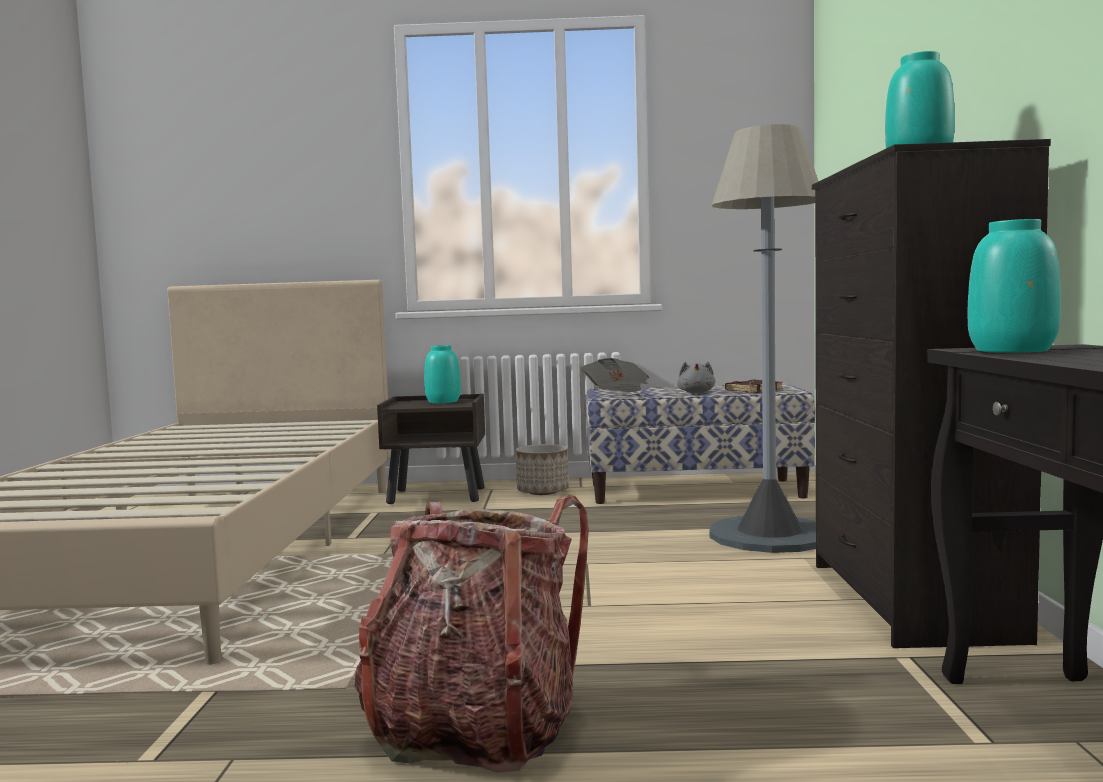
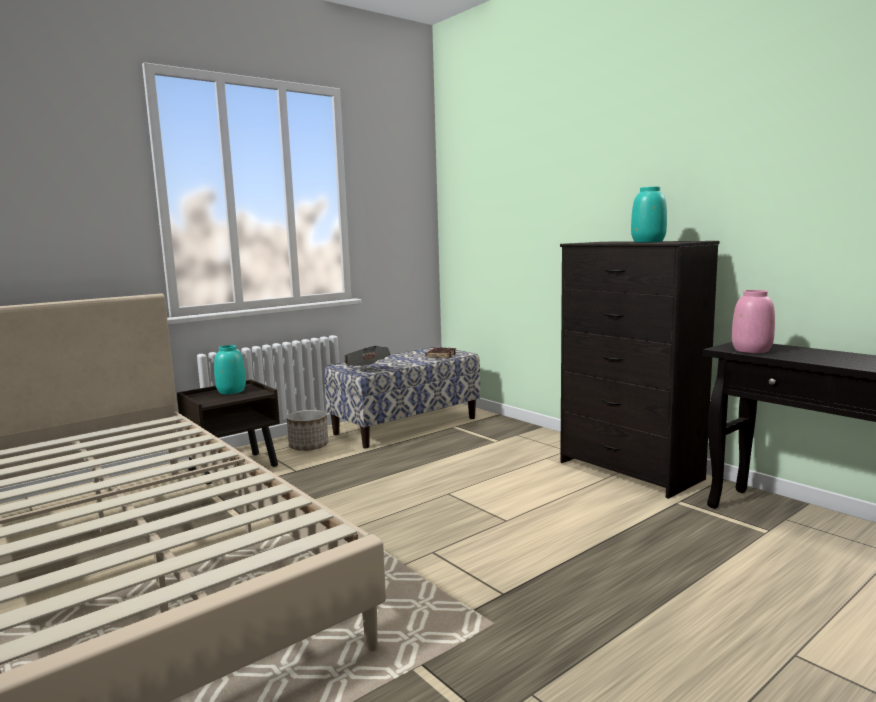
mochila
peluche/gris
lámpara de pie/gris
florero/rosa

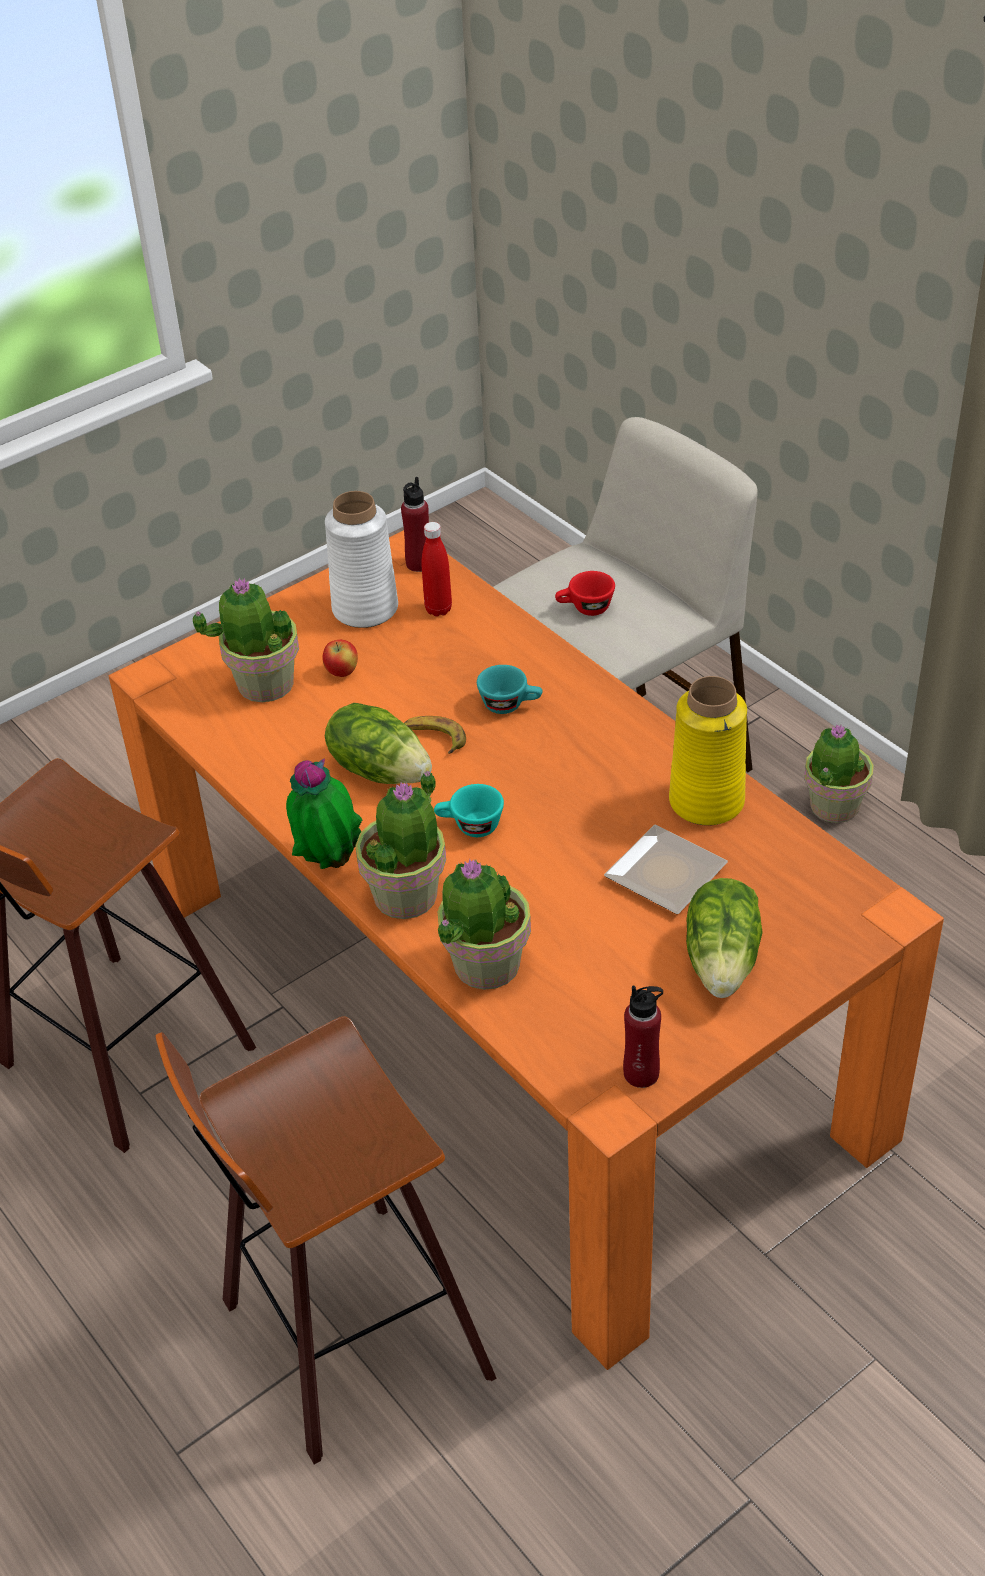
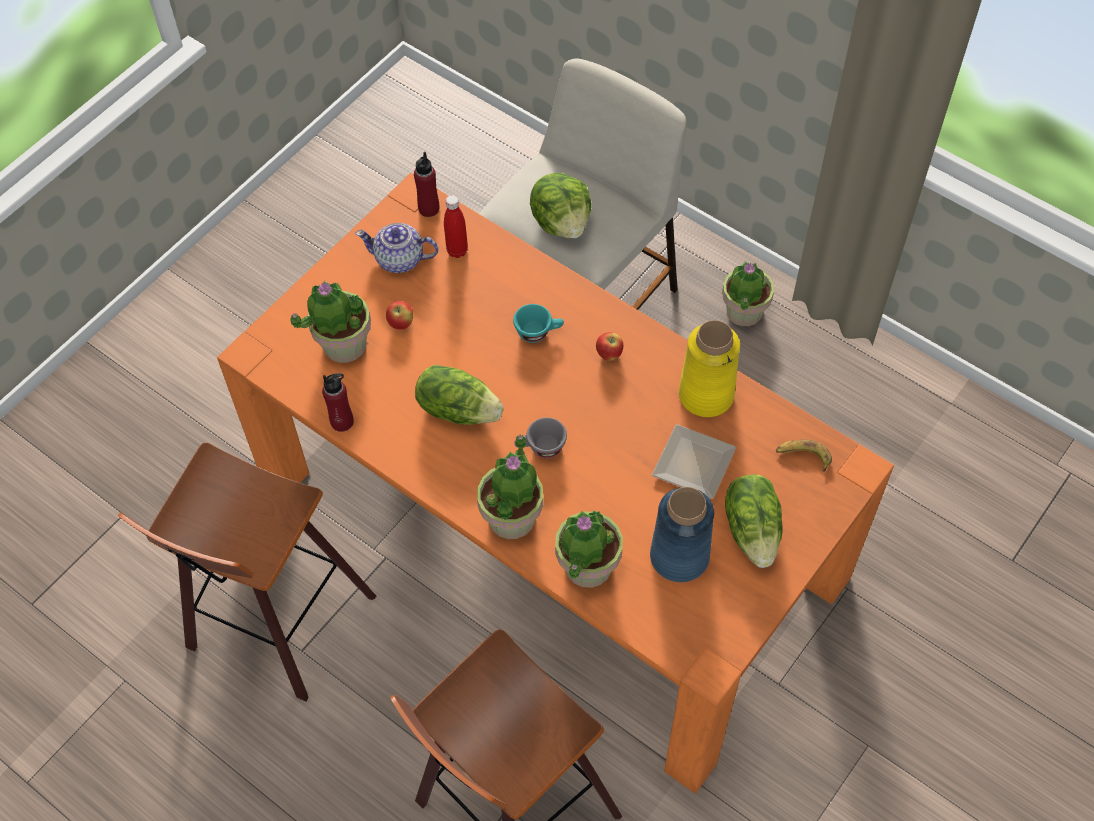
planta en maceta (no. 2 from left in the first image)
manzana (no. 2 from left)
florero/azul
plátano
botella/rojo (no. 1 from left)
tetera
lechuga (no. 2 from left)
taza/gris

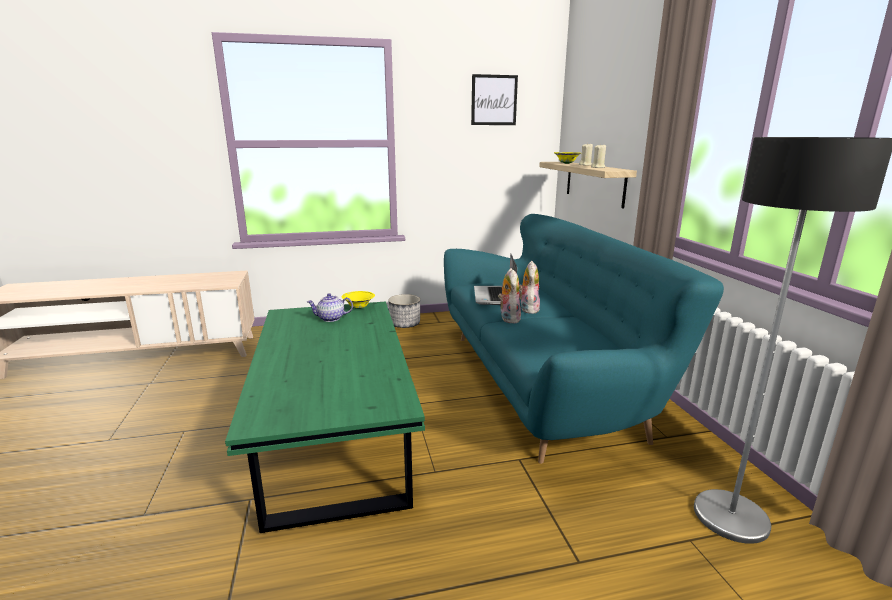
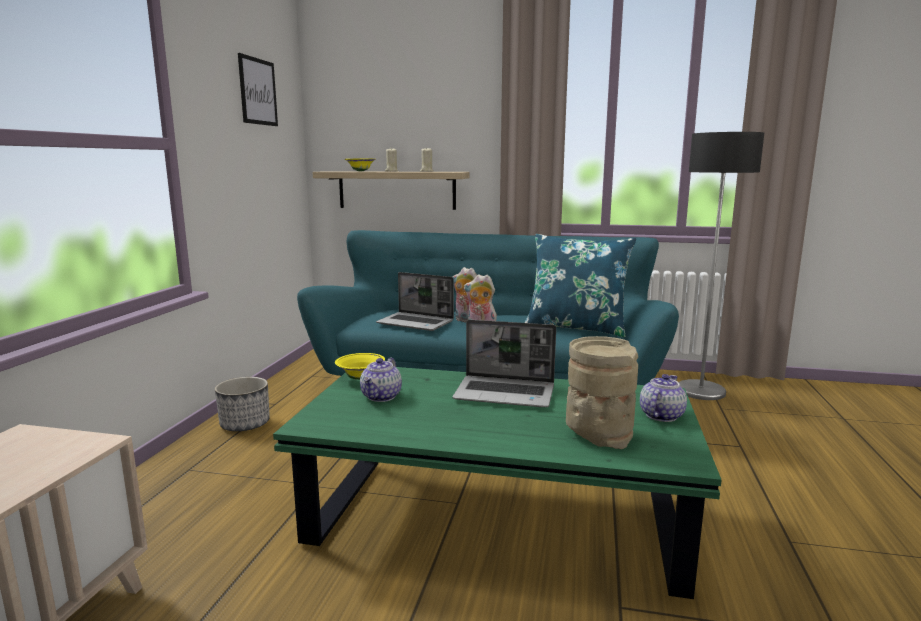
portátil (no. 2 from left)
cojín/azul
florero/beis
tetera (no. 2 from left)

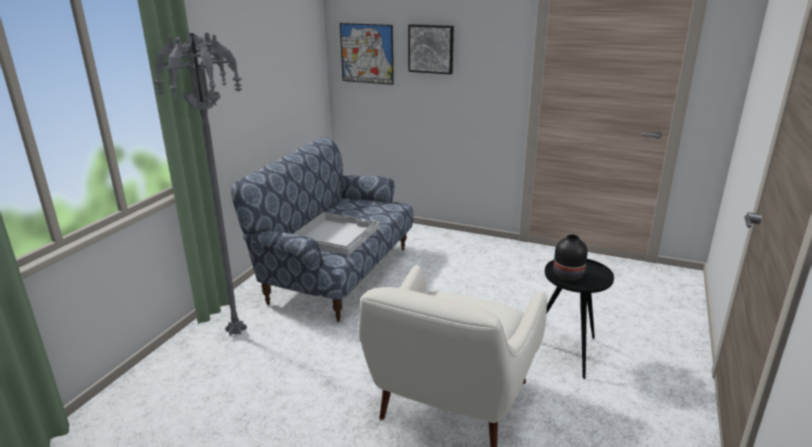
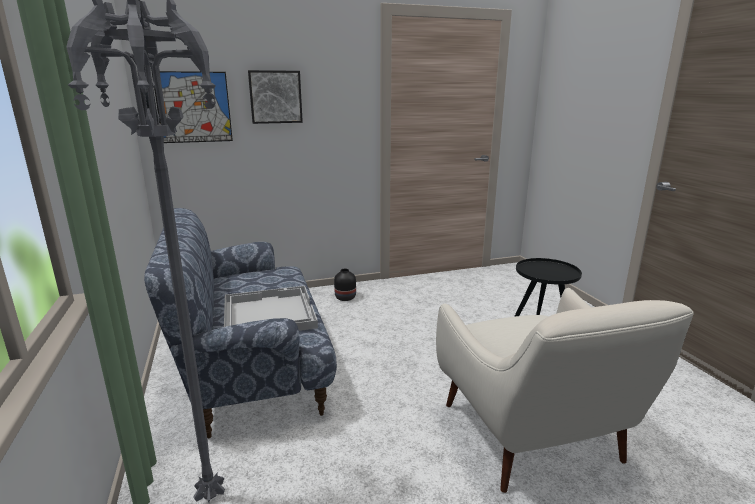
florero/negro

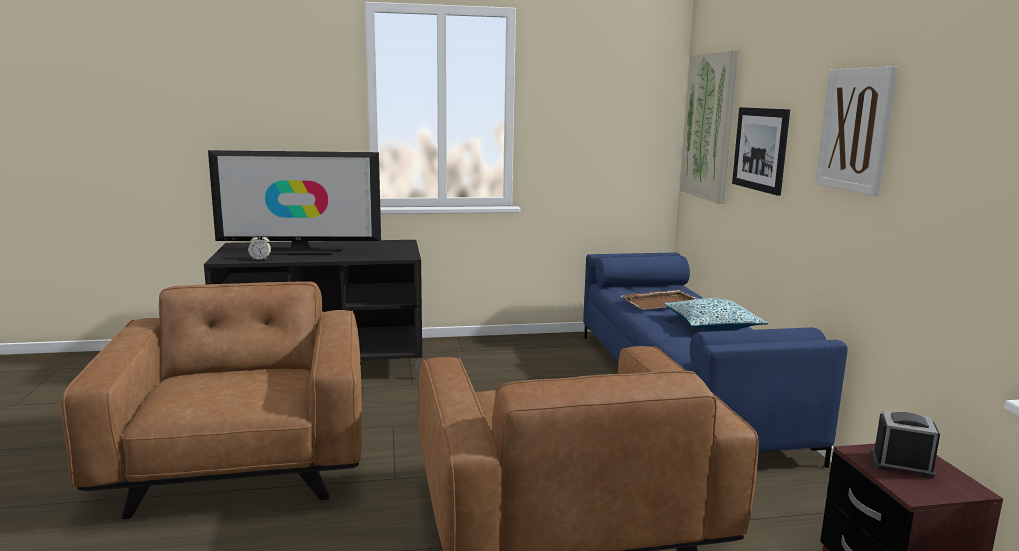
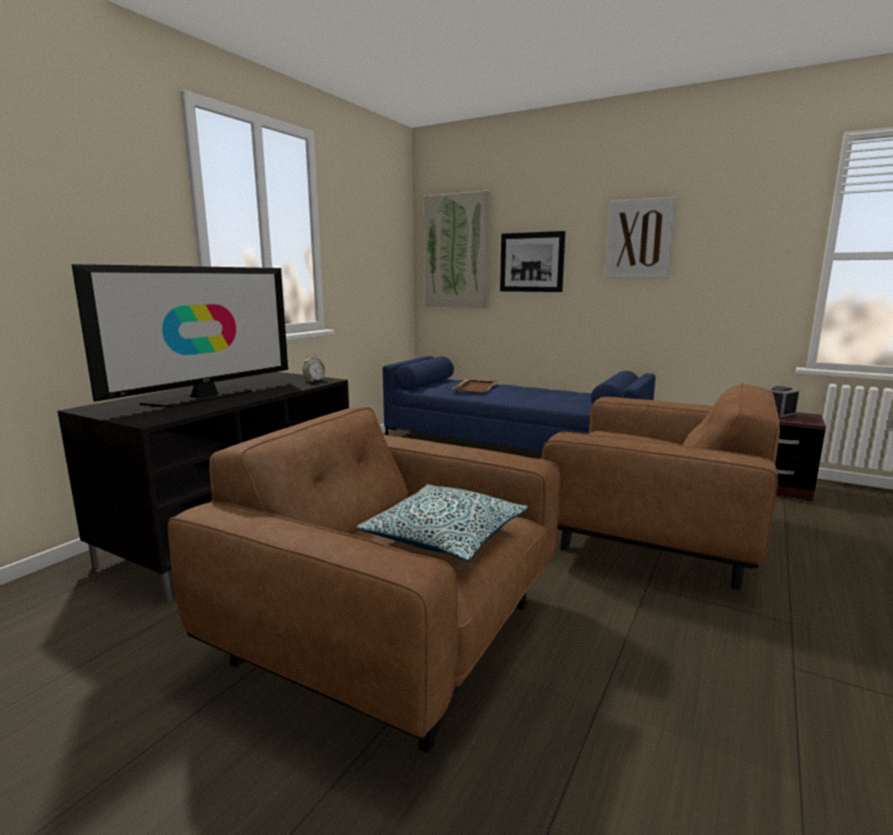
despertador (no. 1 from left)
cojín

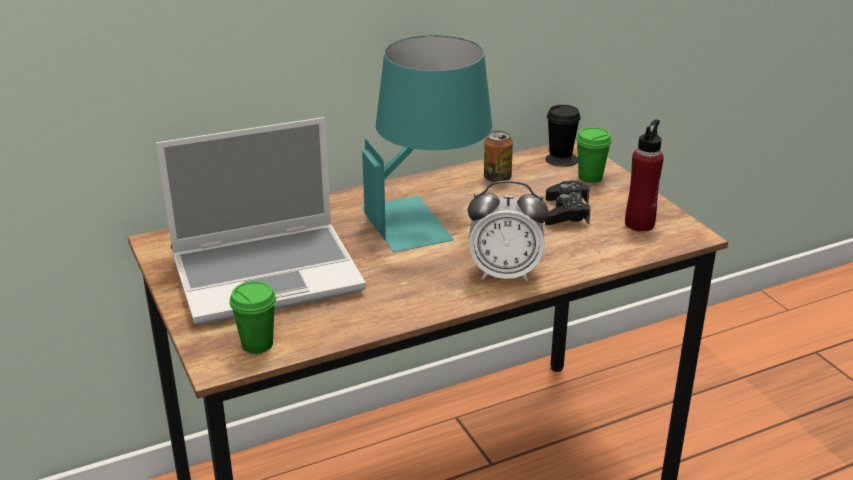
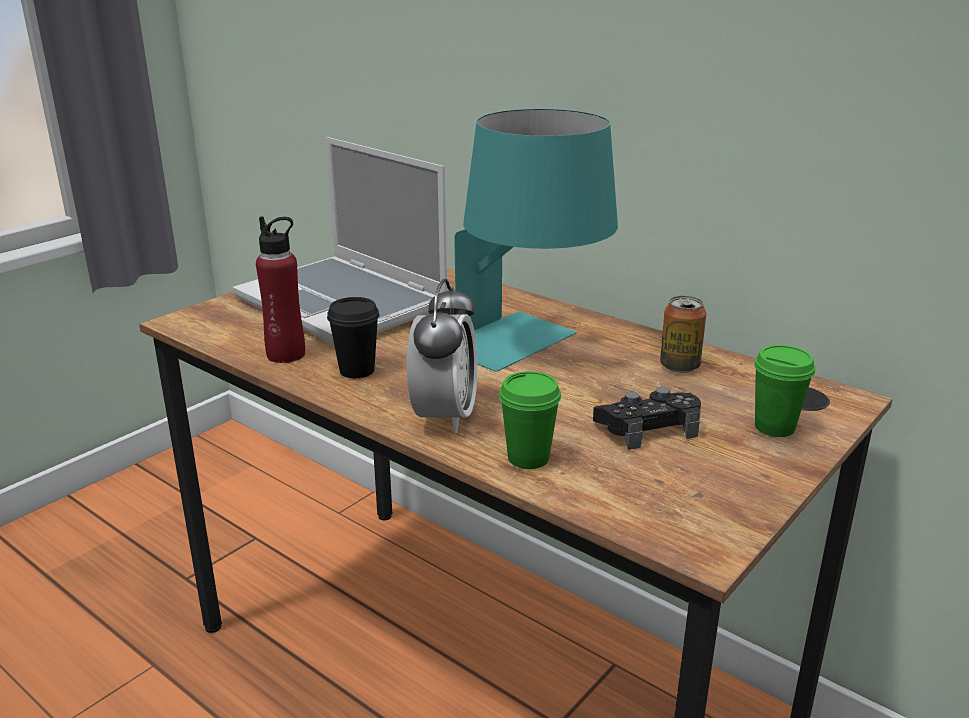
taza/verde (no. 1 from left)
taza/negro
botella/rojo
despertador

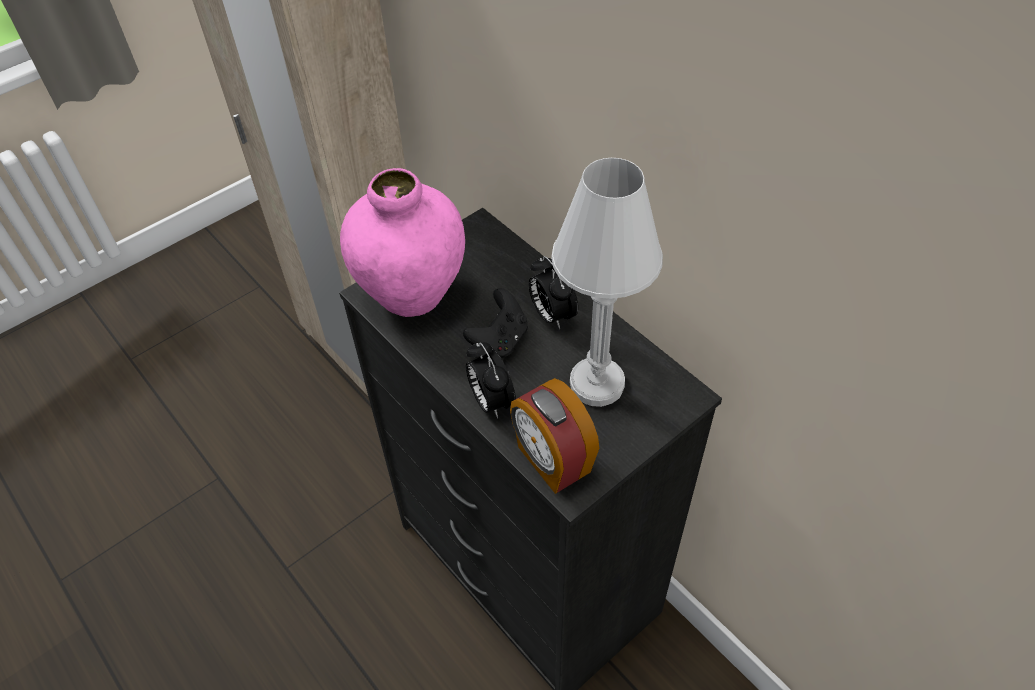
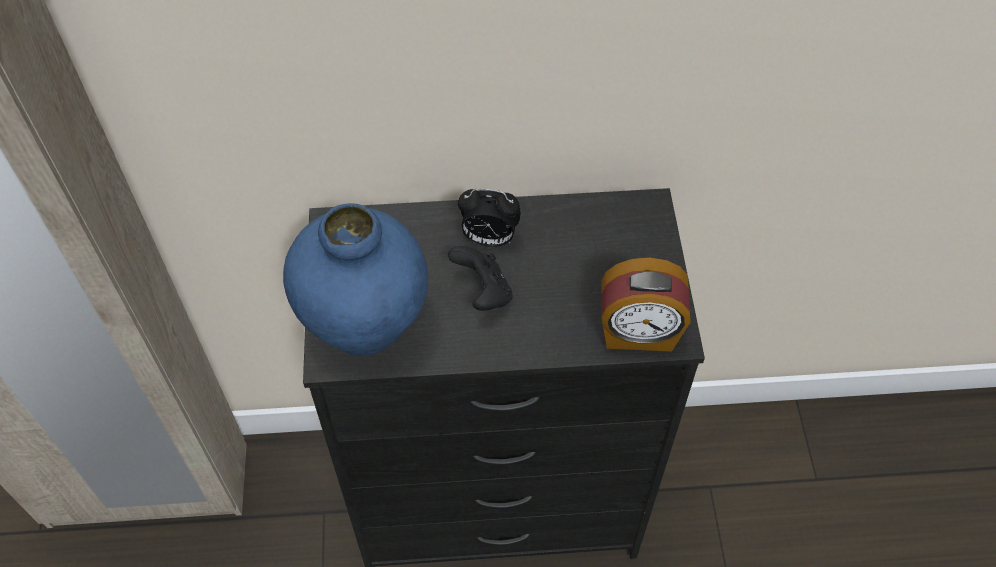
despertador (no. 1 from left in the first image)
lámpara de mesa/blanco
florero/azul

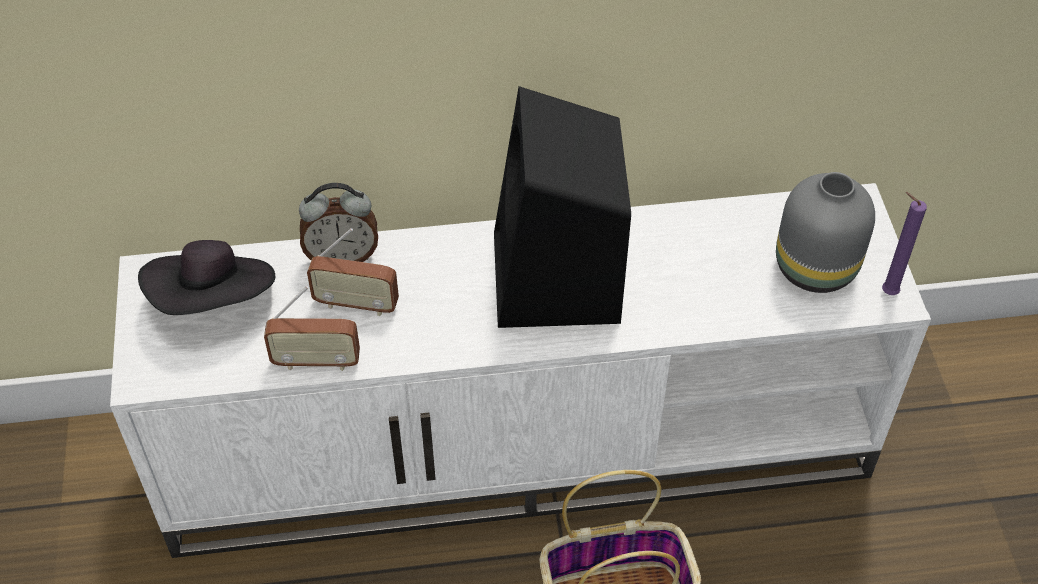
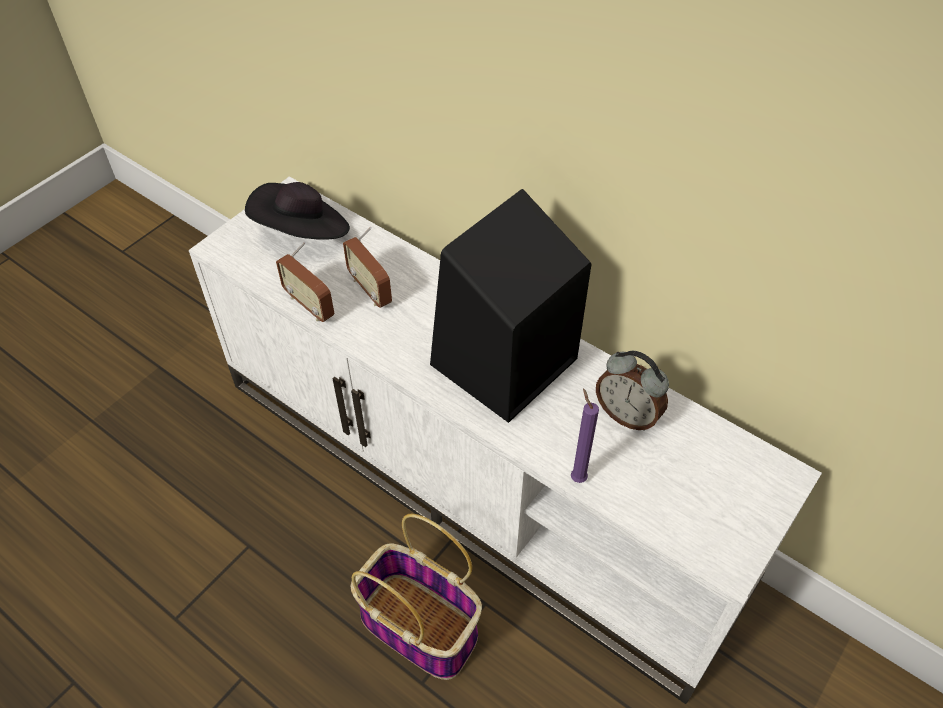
florero/gris
despertador
vela/morado

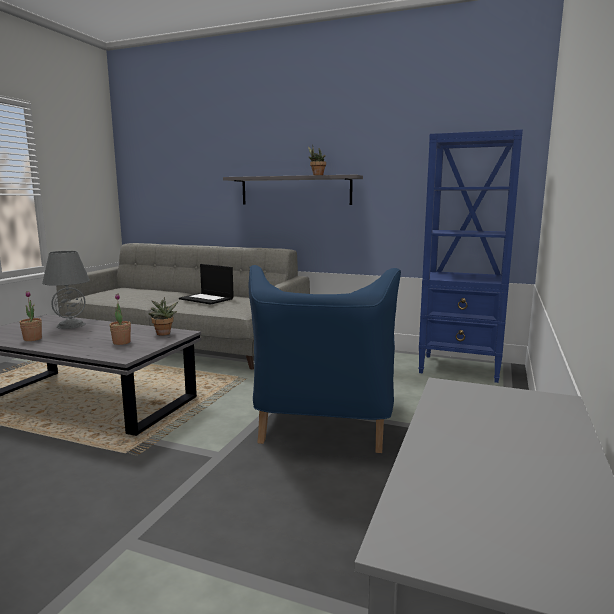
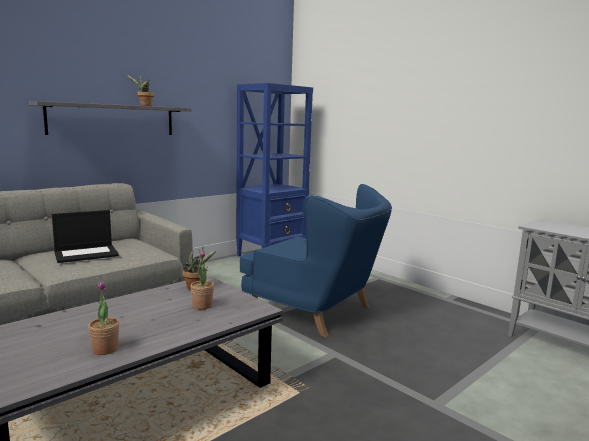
lámpara de mesa/gris

